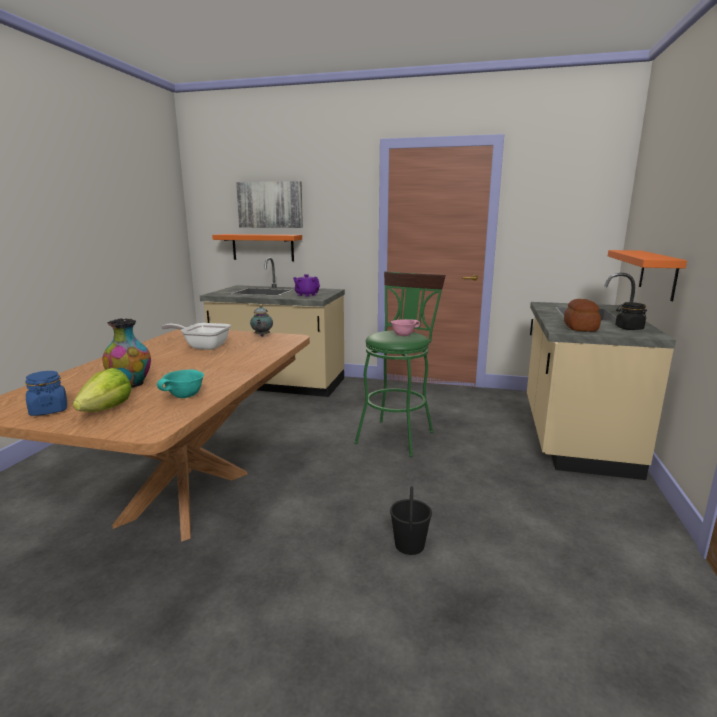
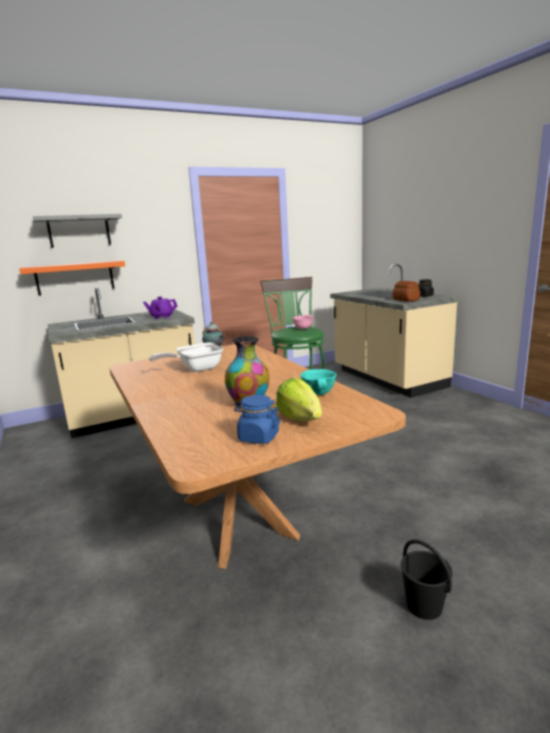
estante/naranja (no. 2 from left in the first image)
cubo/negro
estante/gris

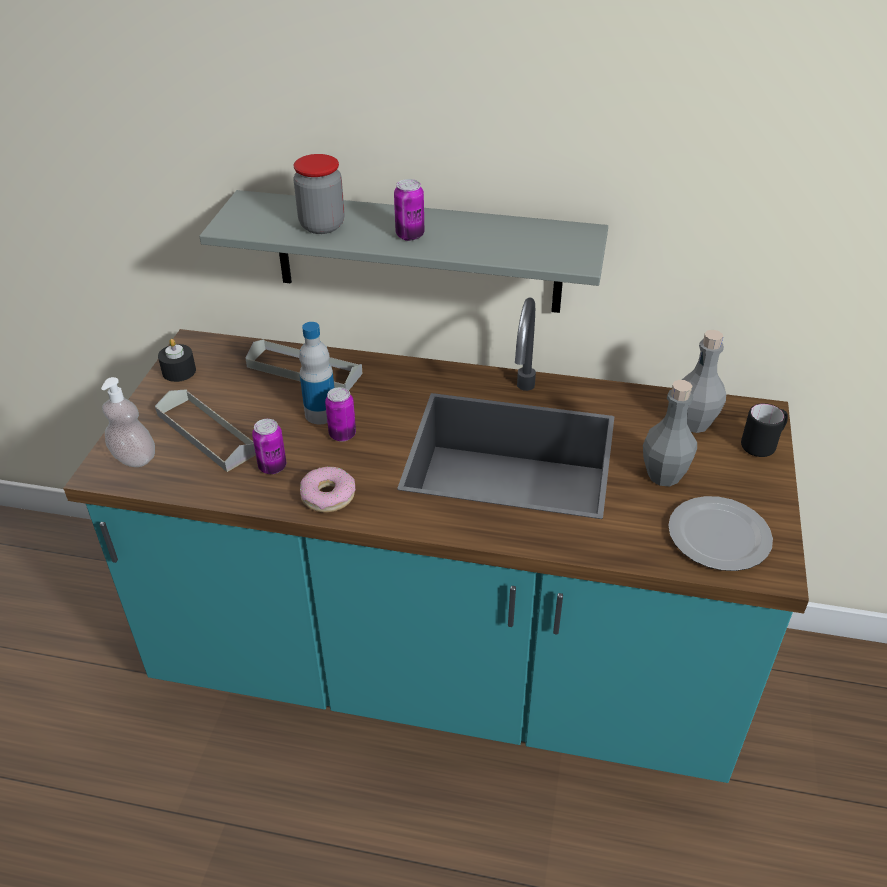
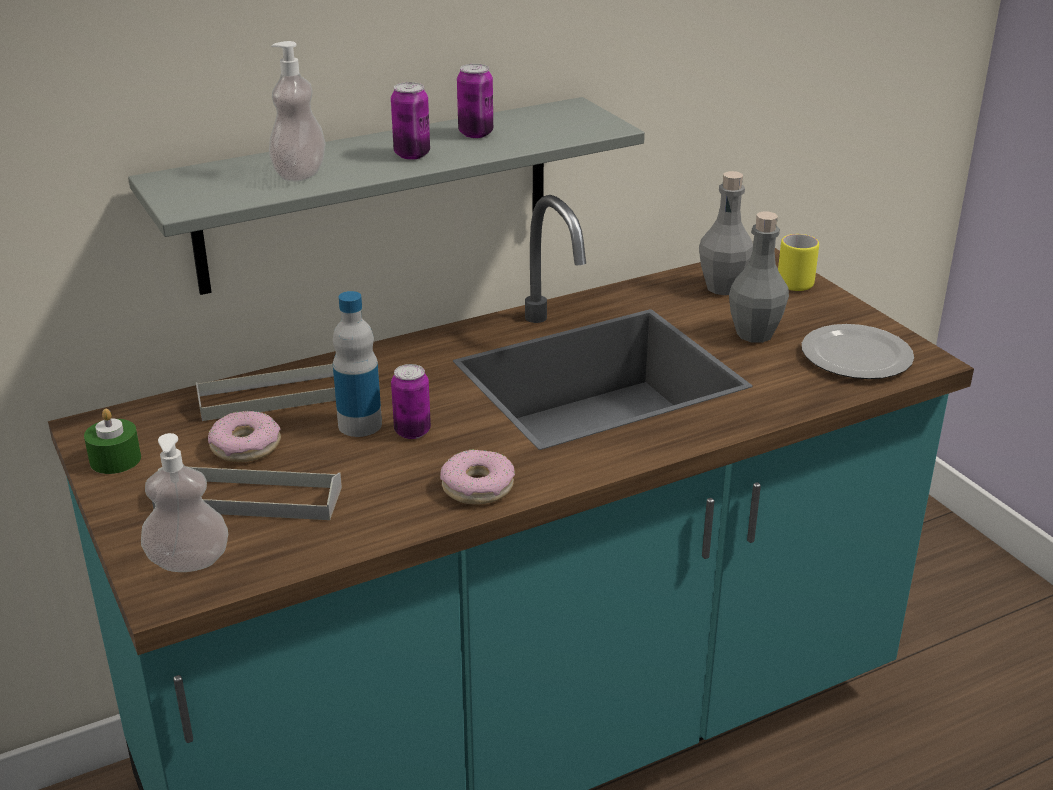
rosquilla (no. 1 from left)
lata (no. 3 from left)
dispensador de jabón (no. 2 from left)
vela/verde
taza grande/amarillo

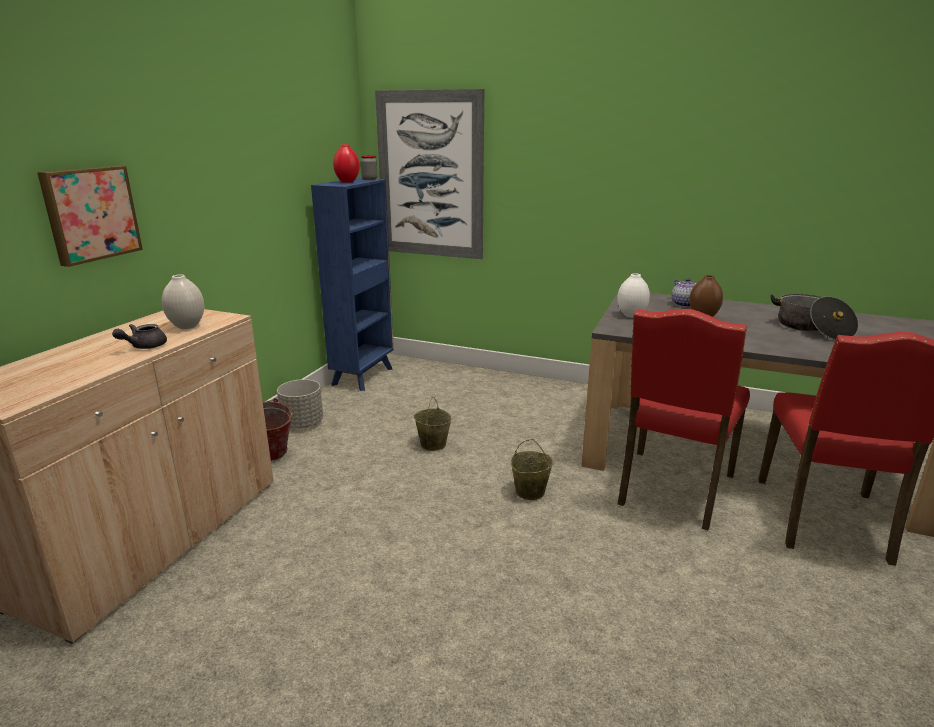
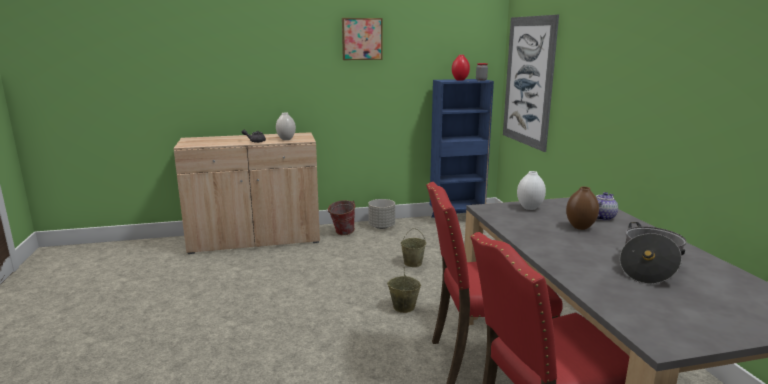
cuadro (no. 1 from left)

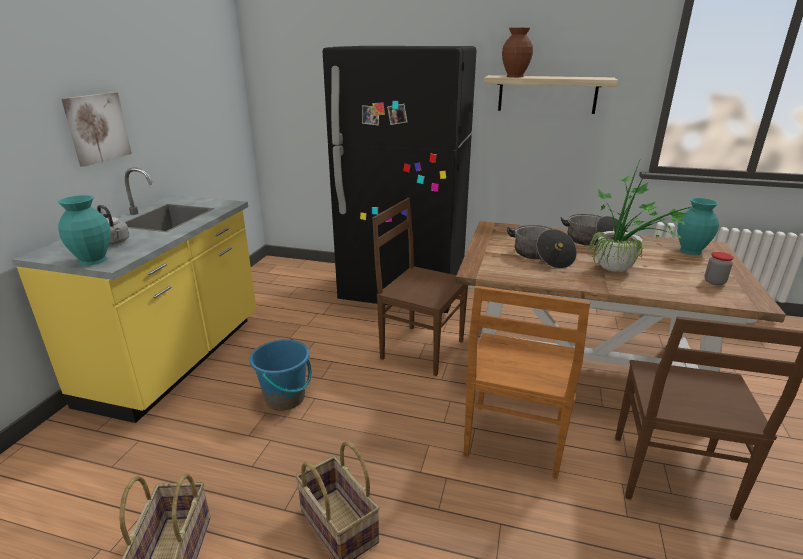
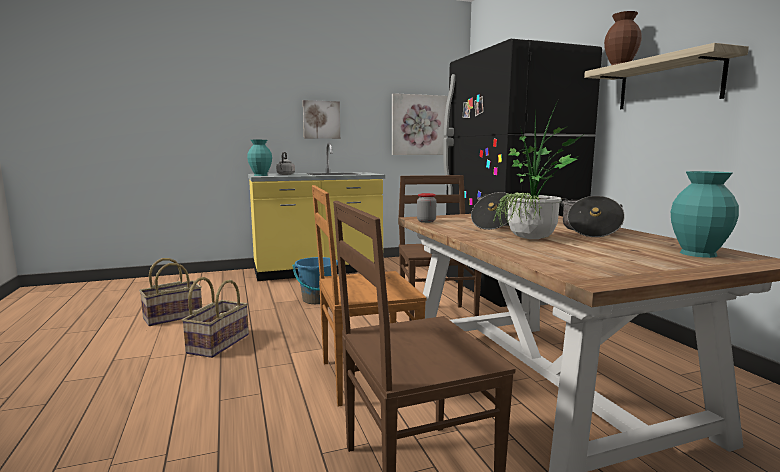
cuadro (no. 2 from left)
tarro

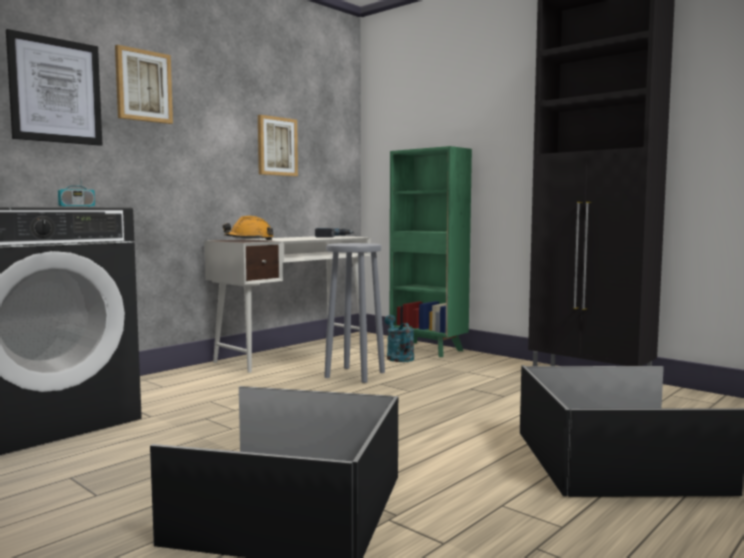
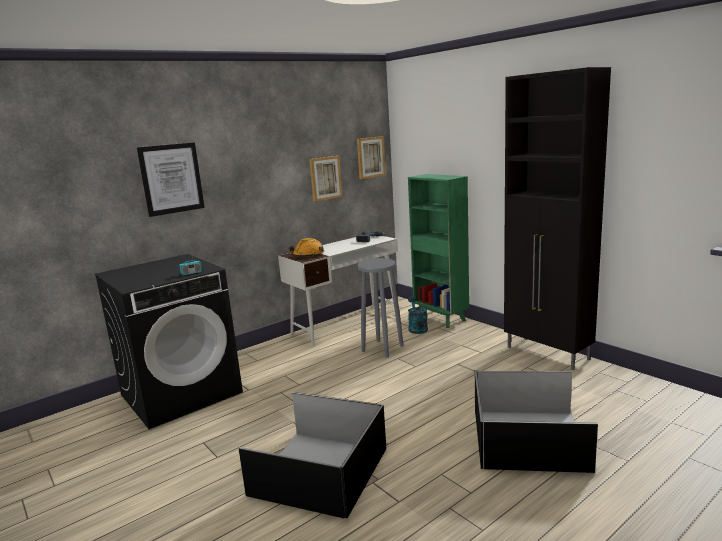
cuadro (no. 3 from left)

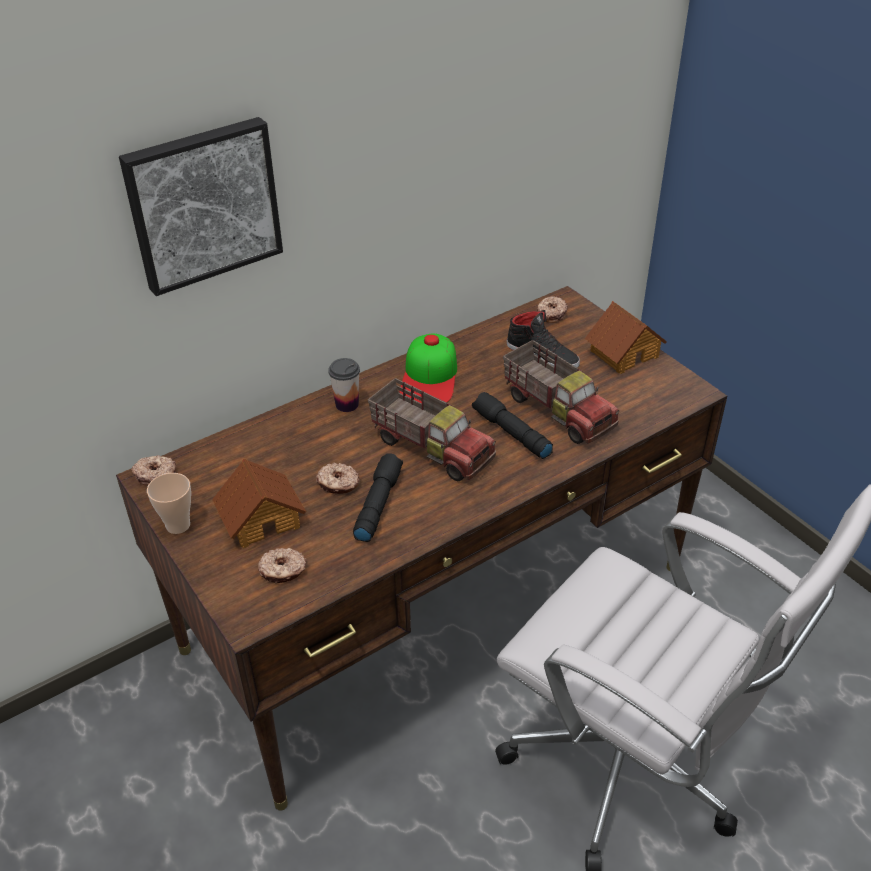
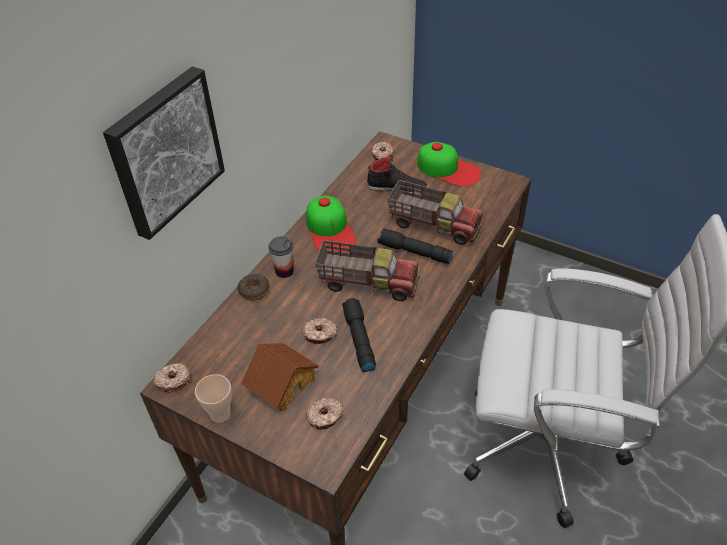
rosquilla (no. 2 from left)
gorra (no. 2 from left)

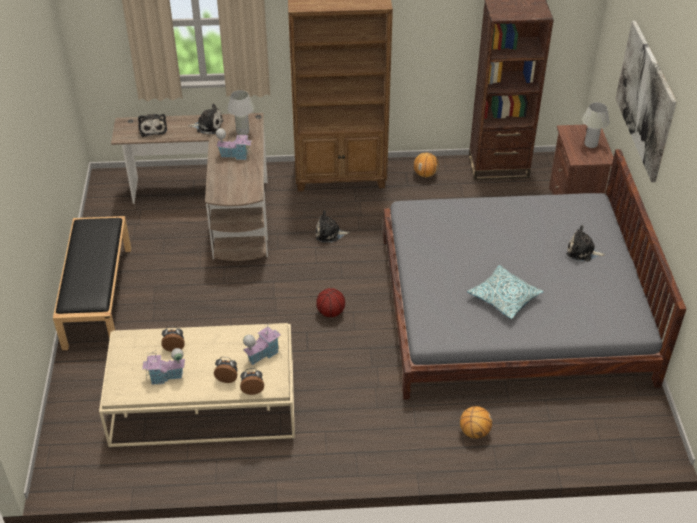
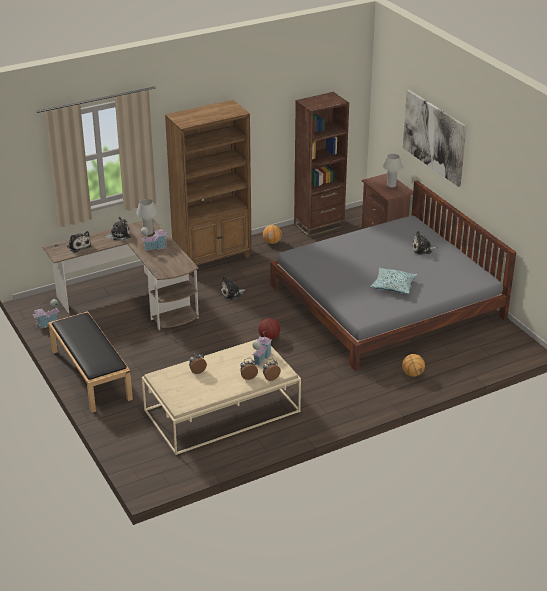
casita (no. 1 from left)

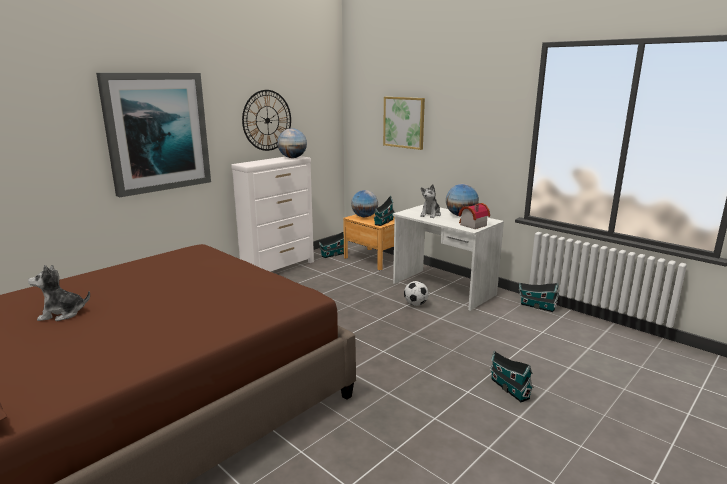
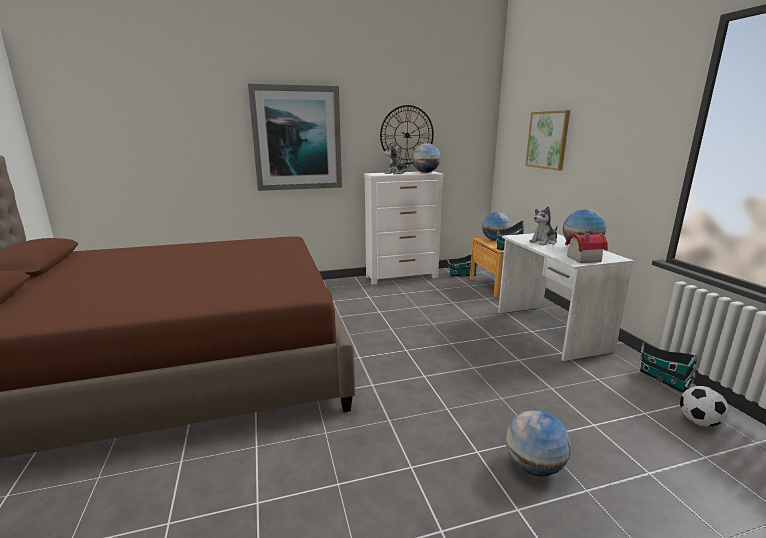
peluche (no. 1 from left)
balón de fútbol
globo terráqueo (no. 3 from left)

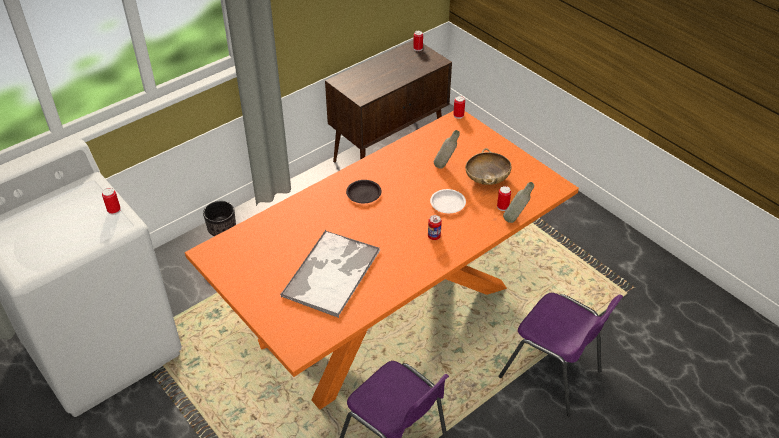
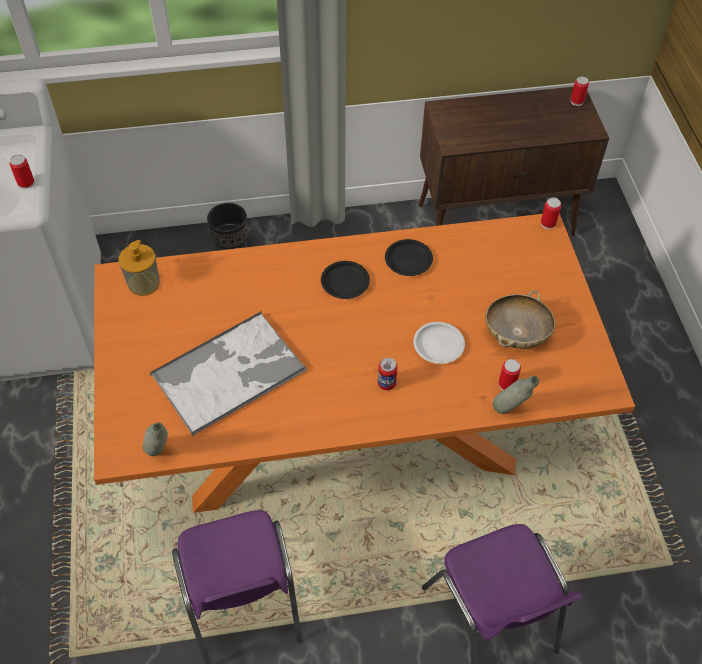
dispensador de jabón
plato/negro (no. 2 from left)
botella/gris (no. 1 from left)

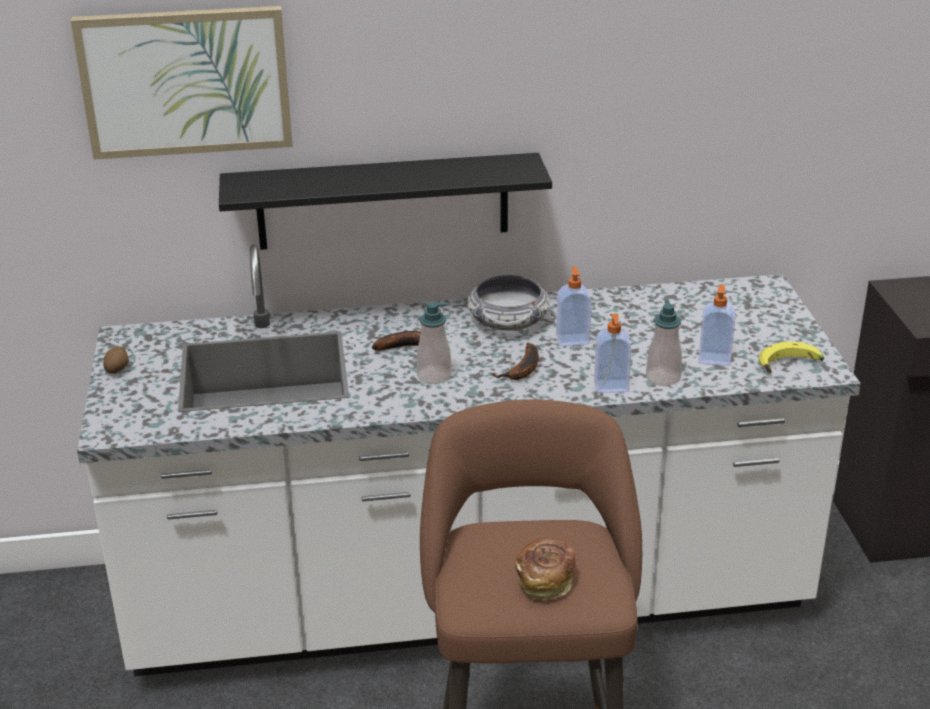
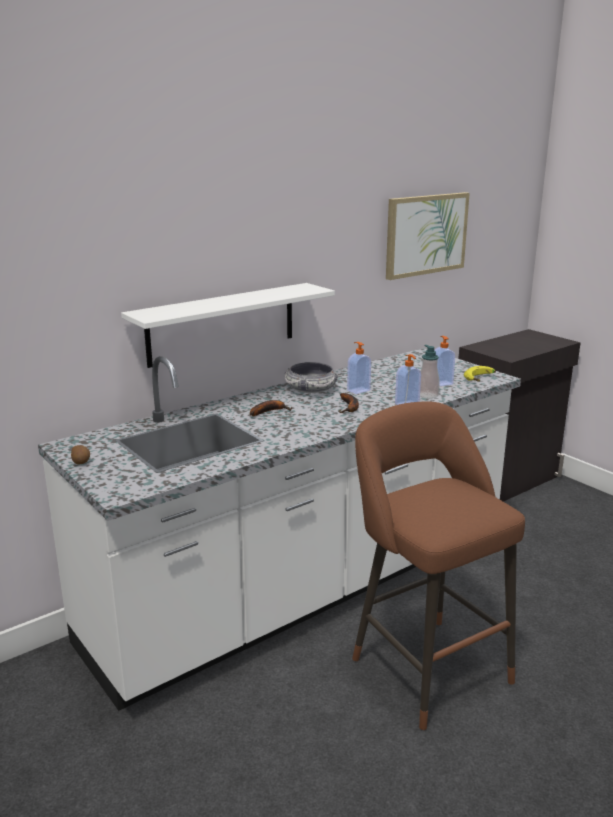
dispensador de jabón (no. 1 from left in the first image)
pan
cuadro
estante/blanco

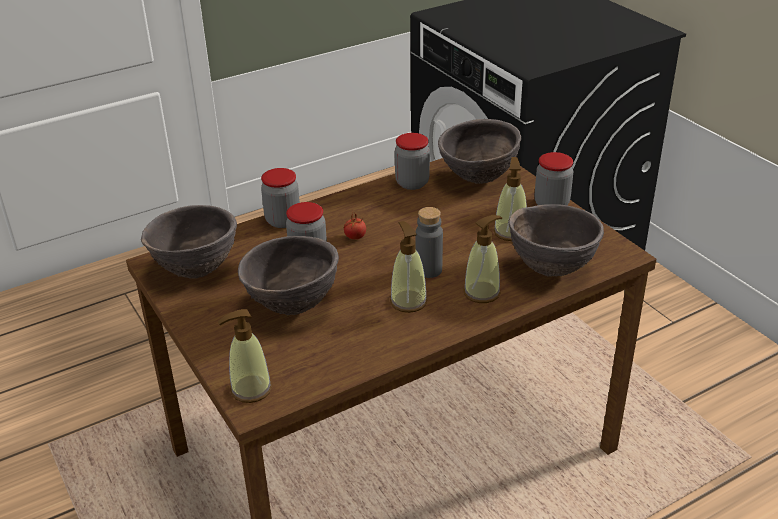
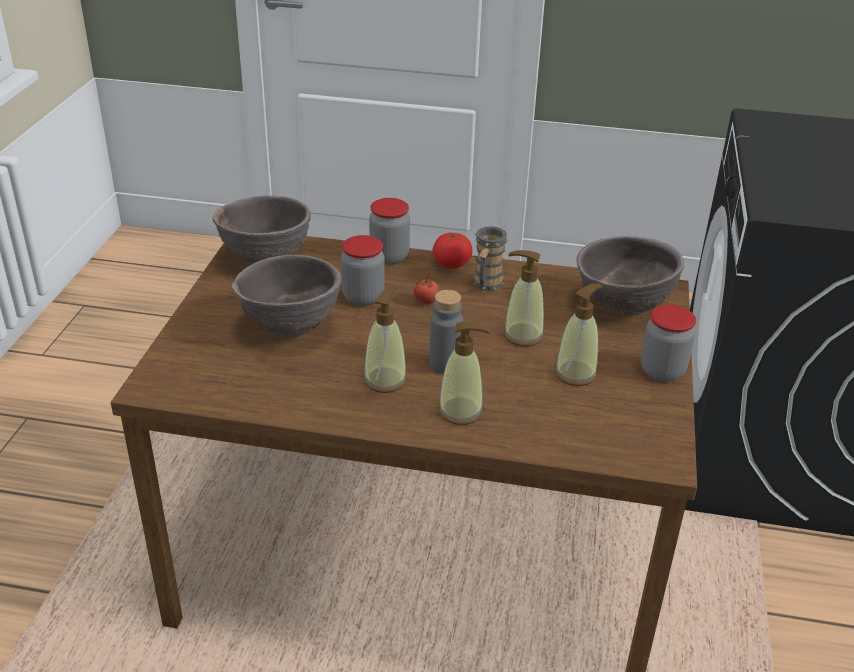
tarro (no. 3 from left in the first image)
cuenco/marrón (no. 4 from left in the first image)
tomate (no. 2 from left)
taza grande
dispensador de jabón (no. 3 from left)

